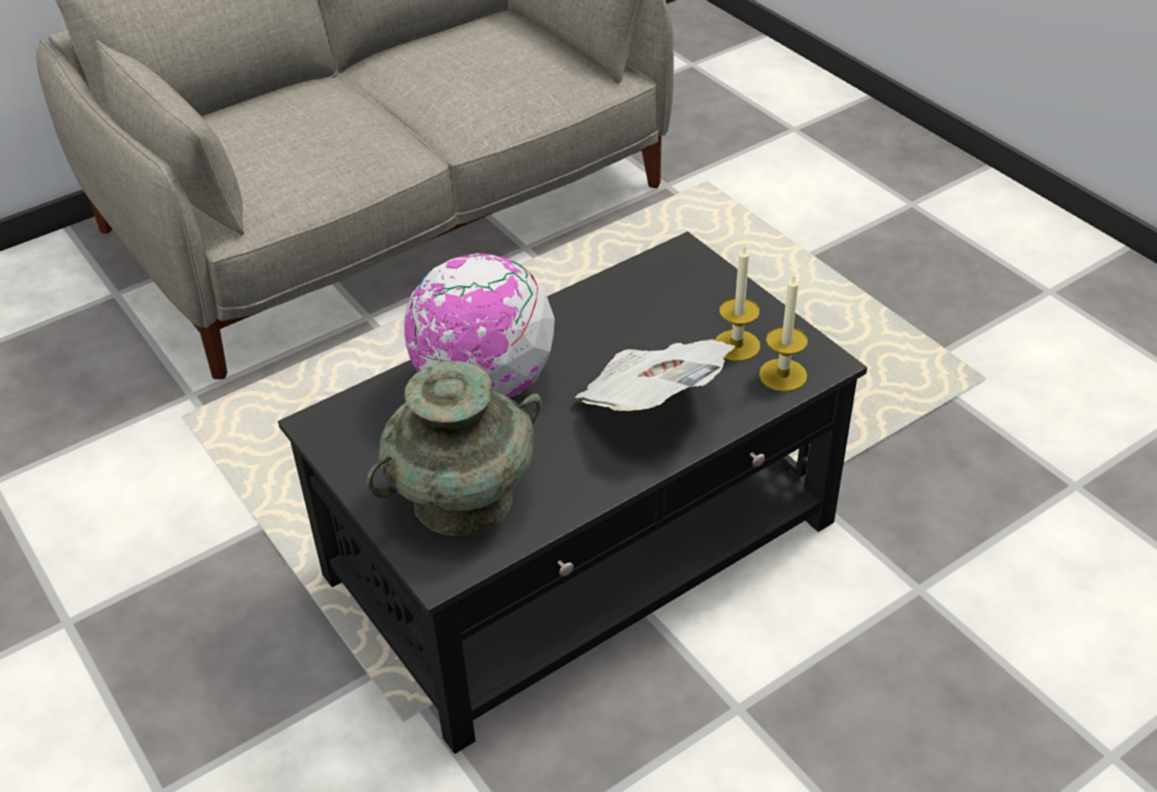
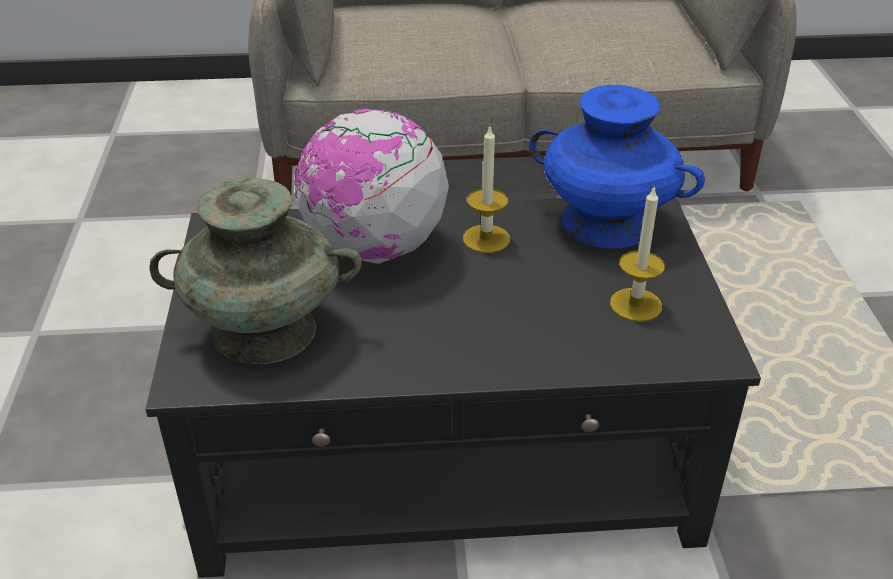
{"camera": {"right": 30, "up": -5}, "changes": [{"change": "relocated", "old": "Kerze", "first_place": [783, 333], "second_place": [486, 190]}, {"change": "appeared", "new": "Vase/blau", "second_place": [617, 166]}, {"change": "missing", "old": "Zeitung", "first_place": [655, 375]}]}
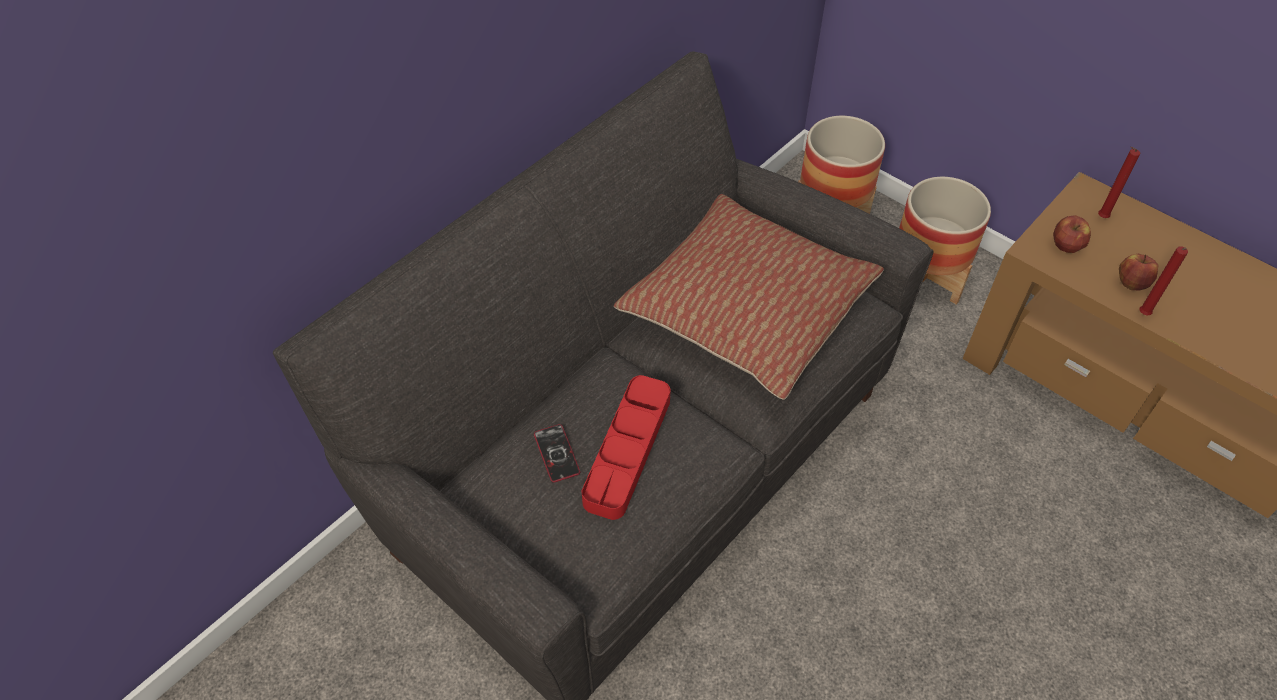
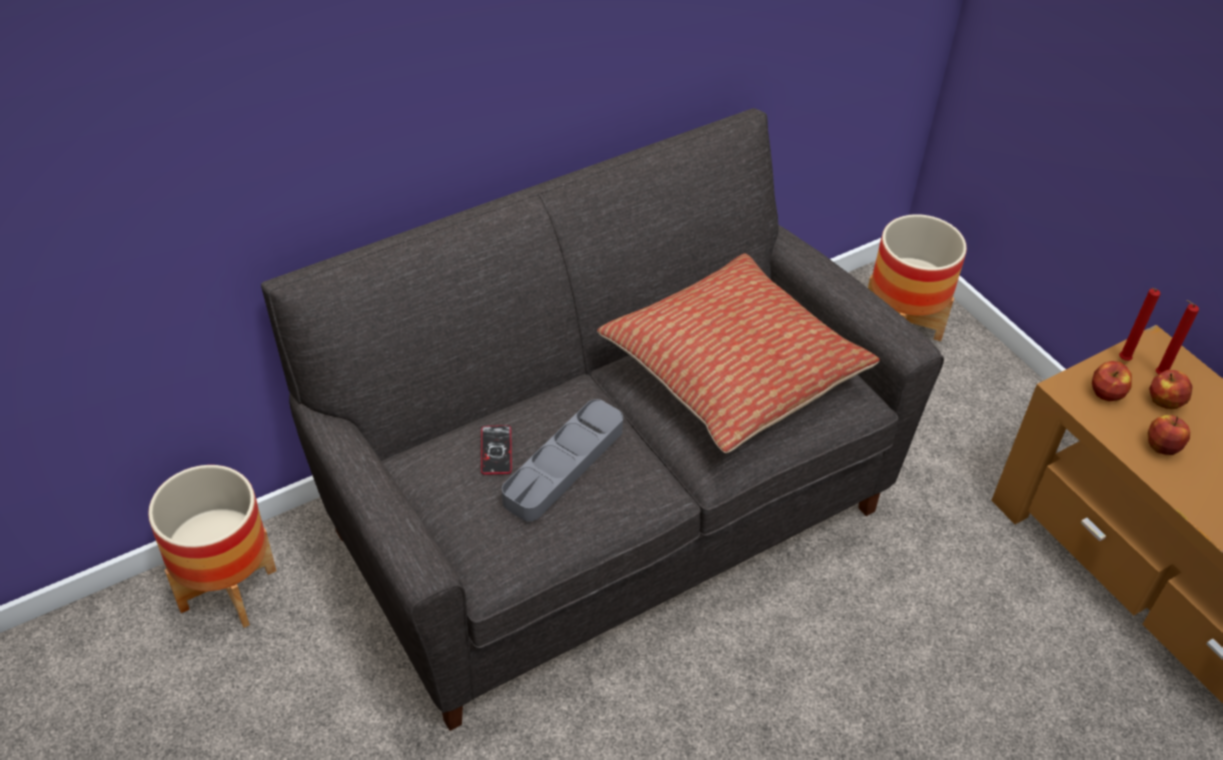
{"camera": {"right": 15, "up": -5}, "changes": [{"change": "relocated", "old": "Pflanzkübel", "first_place": [945, 240], "second_place": [212, 546]}, {"change": "colour", "old": "Tablett/rot", "new": "Tablett/grau", "first_place": [626, 447], "second_place": [562, 460]}, {"change": "relocated", "old": "Kerze/rot", "first_place": [1163, 280], "second_place": [1139, 324]}, {"change": "appeared", "new": "Apfel", "second_place": [1170, 389]}]}
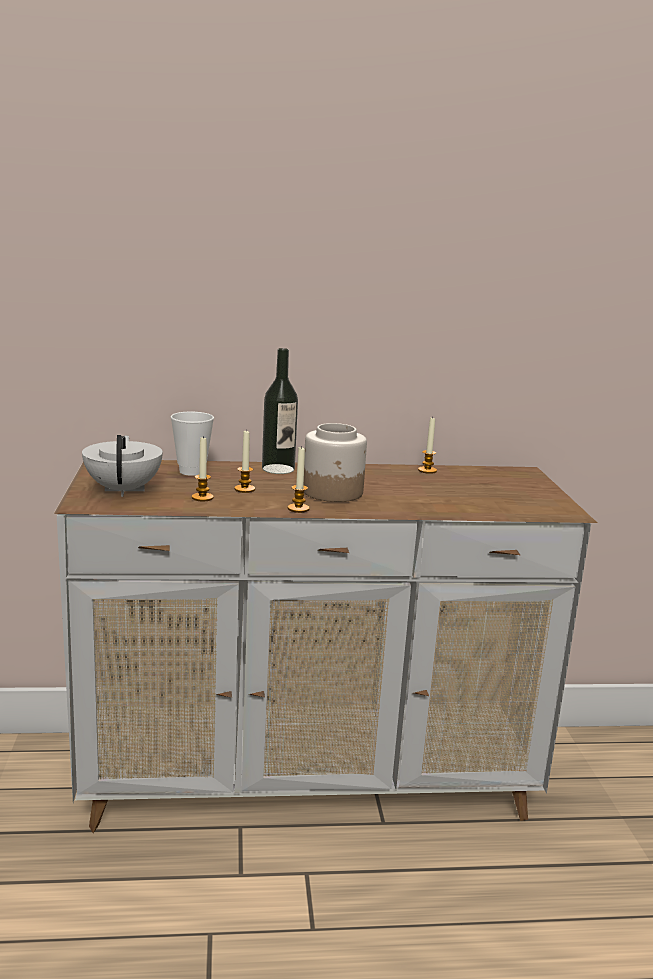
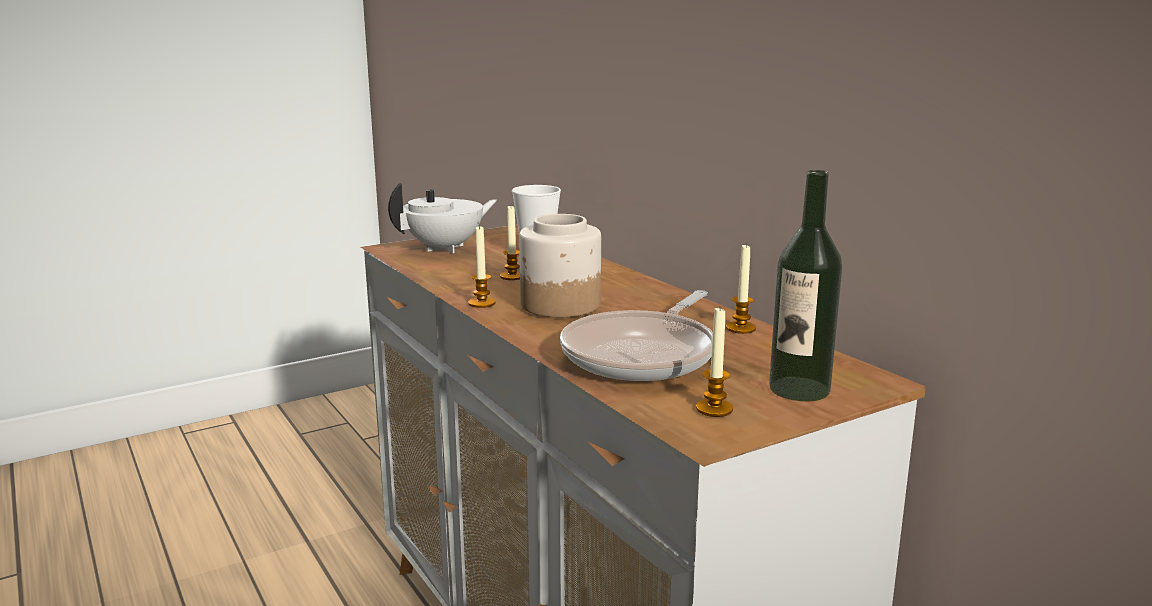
{"camera": {"right": 65, "up": 0}, "changes": [{"change": "appeared", "new": "Pfanne", "second_place": [636, 335]}, {"change": "relocated", "old": "Kerze", "first_place": [203, 468], "second_place": [714, 362]}, {"change": "relocated", "old": "Flasche", "first_place": [280, 411], "second_place": [806, 285]}]}
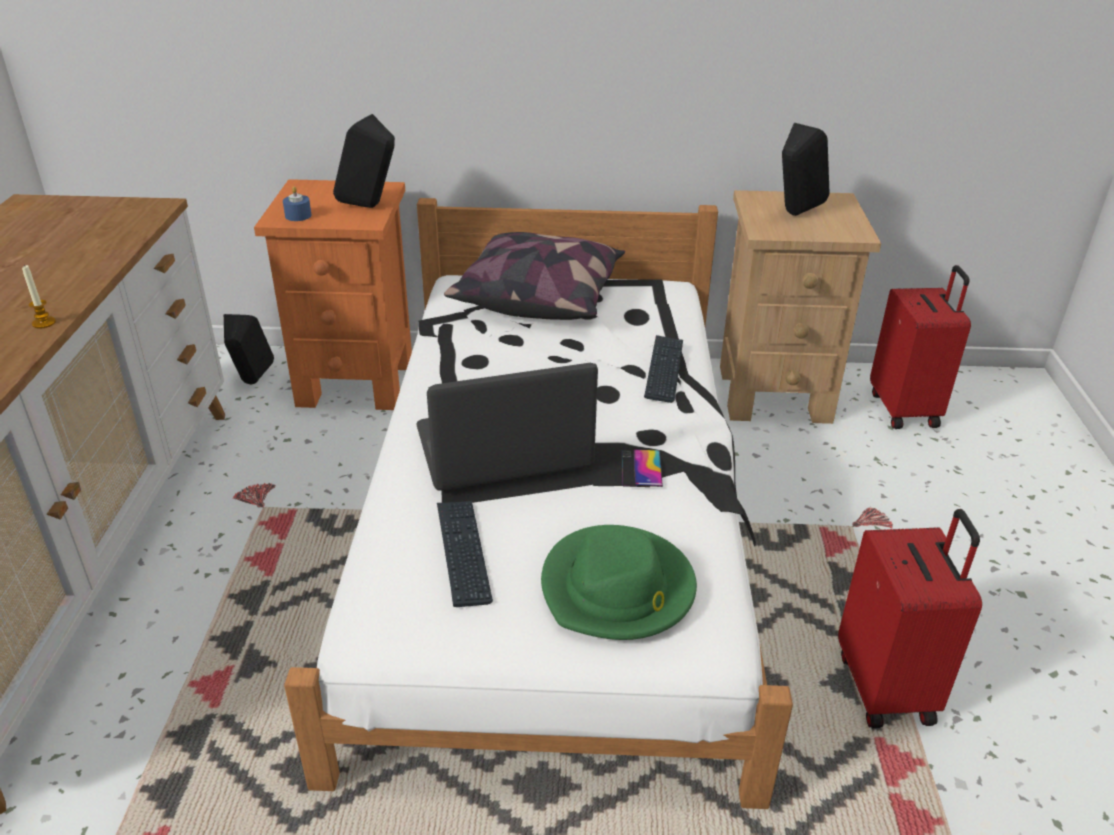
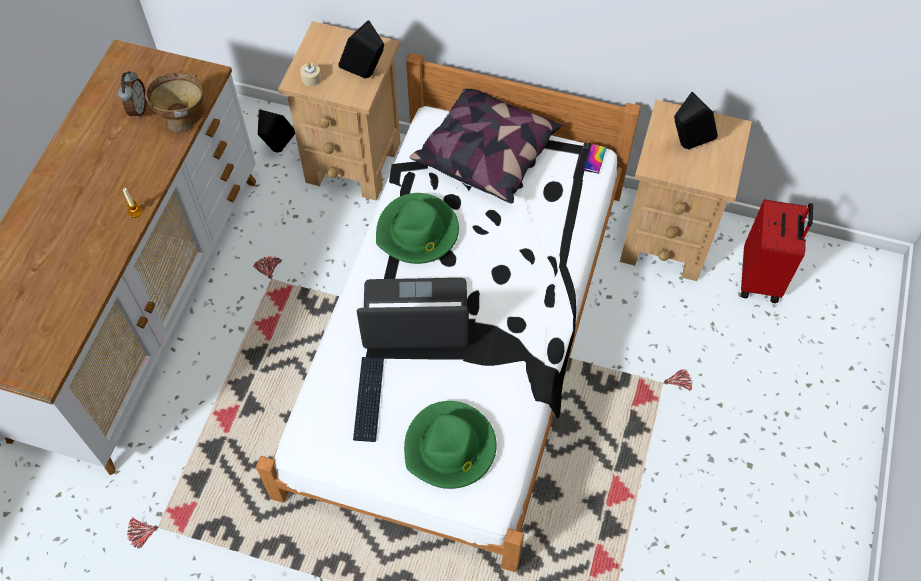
{"camera": {"right": 15, "up": 25}, "changes": [{"change": "appeared", "new": "Wecker", "second_place": [132, 95]}, {"change": "appeared", "new": "Schüssel/braun", "second_place": [174, 103]}, {"change": "colour", "old": "Nachttisch/orange", "new": "Nachttisch/beige", "first_place": [333, 294], "second_place": [339, 111]}, {"change": "colour", "old": "Kerze/blau", "new": "Kerze/beige", "first_place": [297, 203], "second_place": [310, 74]}, {"change": "appeared", "new": "Hut/grün", "second_place": [417, 228]}, {"change": "relocated", "old": "Handy", "first_place": [642, 468], "second_place": [591, 158]}, {"change": "missing", "old": "Tastatur", "first_place": [663, 369]}, {"change": "missing", "old": "Koffer/rot", "first_place": [910, 619]}]}
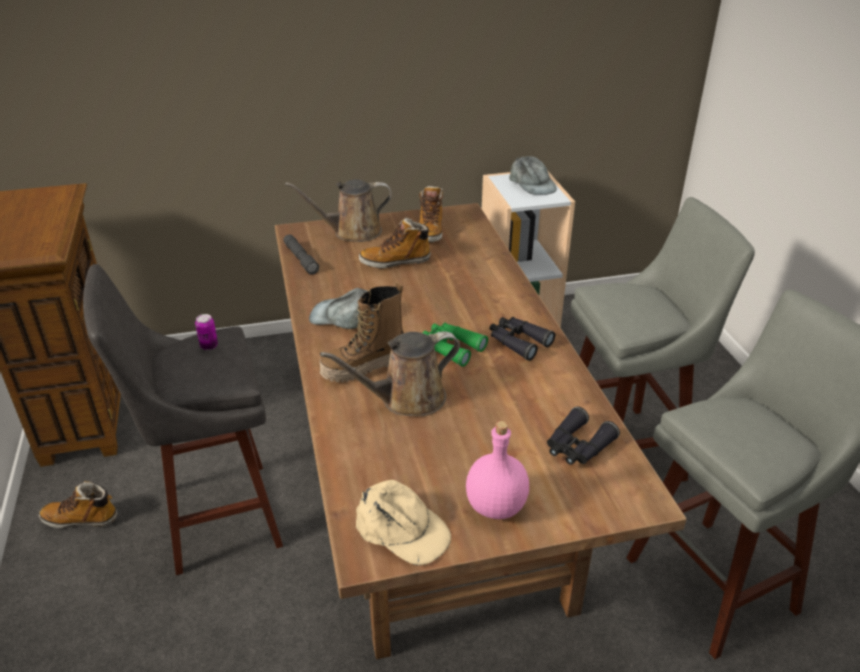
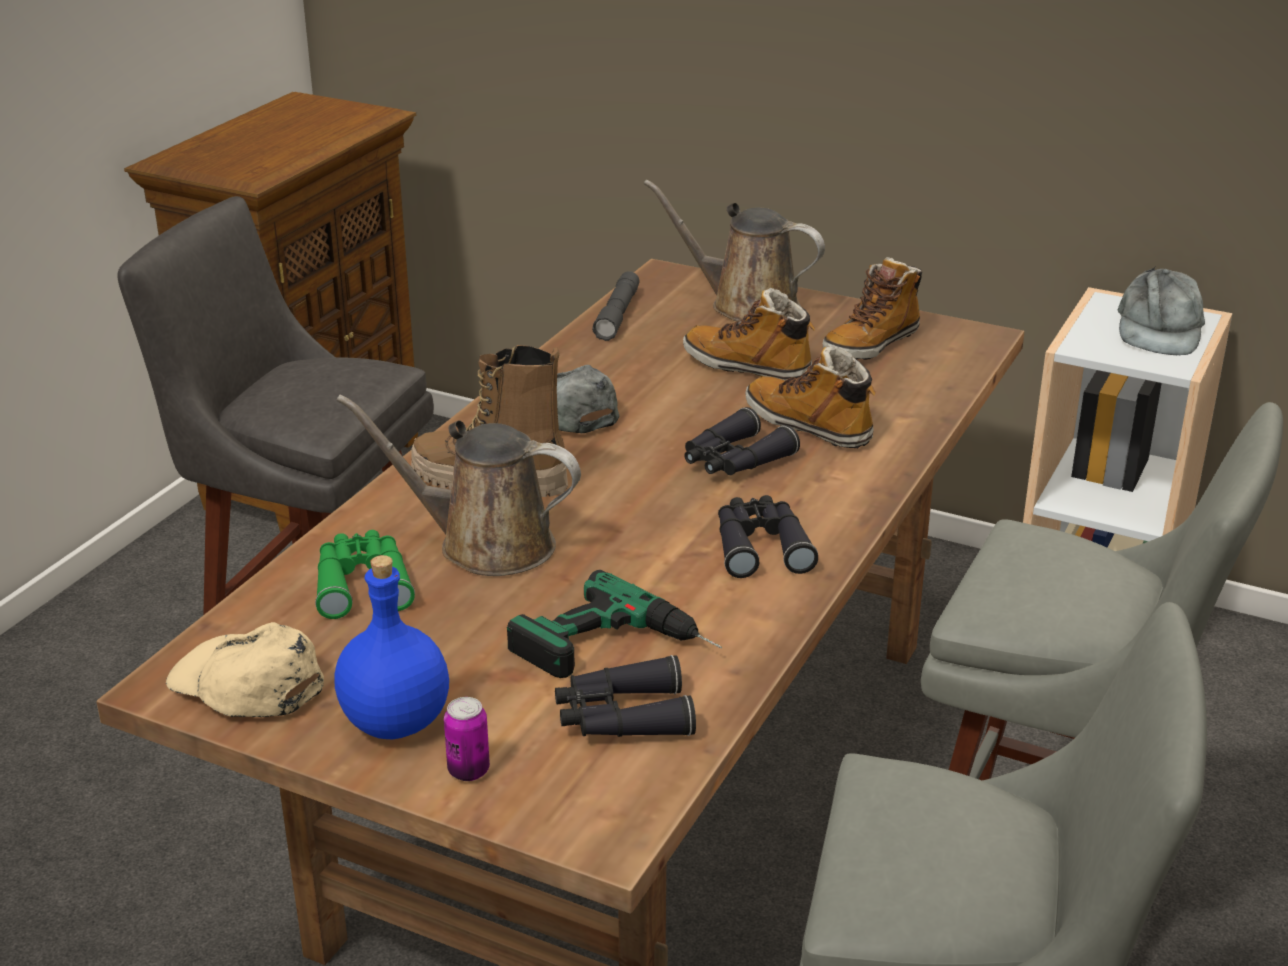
{"camera": {"right": 40, "up": -5}, "changes": [{"change": "spun", "old": "Kappe/beige", "first_place": [403, 523], "second_place": [245, 669], "degrees": 135}, {"change": "relocated", "old": "Fernglas/grün", "first_place": [455, 345], "second_place": [365, 574]}, {"change": "colour", "old": "Flasche/rosa", "new": "Flasche/blau", "first_place": [497, 470], "second_place": [392, 647]}, {"change": "relocated", "old": "Dose", "first_place": [206, 332], "second_place": [467, 739]}, {"change": "appeared", "new": "Bohrmaschine", "second_place": [614, 624]}, {"change": "appeared", "new": "Fernglas/schwarz", "second_place": [742, 441]}, {"change": "relocated", "old": "Stiefel", "first_place": [78, 505], "second_place": [810, 396]}]}
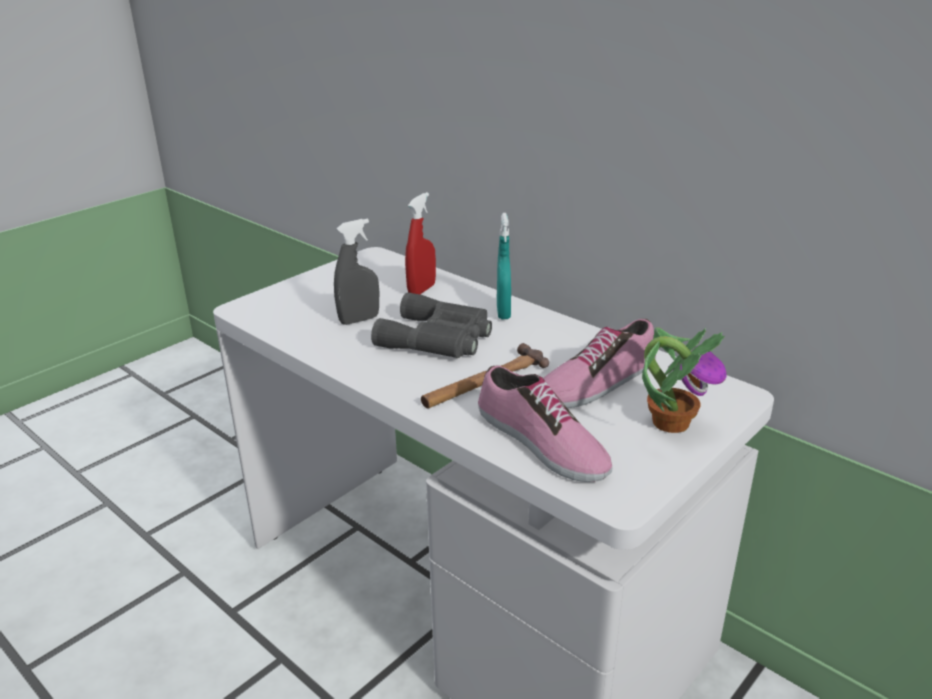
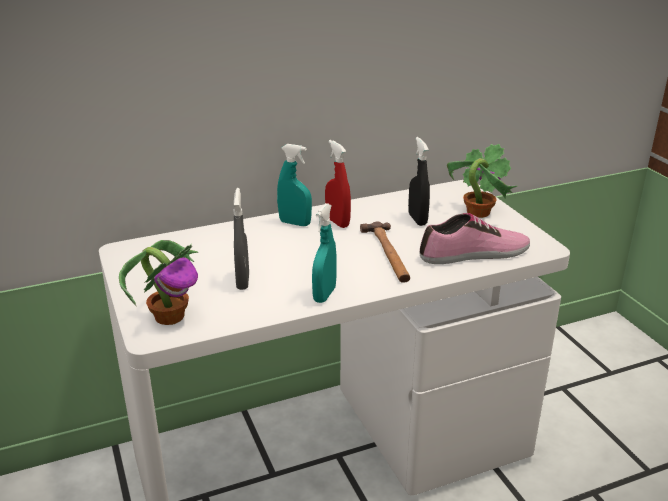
{"camera": {"right": -65, "up": 0}, "changes": [{"change": "appeared", "new": "Topfpflanze", "second_place": [158, 282]}, {"change": "appeared", "new": "Sprühflasche/türkis", "second_place": [324, 253]}, {"change": "relocated", "old": "Sprühflasche/rot", "first_place": [420, 243], "second_place": [338, 184]}, {"change": "exchanged", "old": "Schuh", "new": "Sprühflasche/schwarz", "first_place": [599, 363], "second_place": [419, 181]}, {"change": "missing", "old": "Fernglas/grau", "first_place": [431, 325]}]}
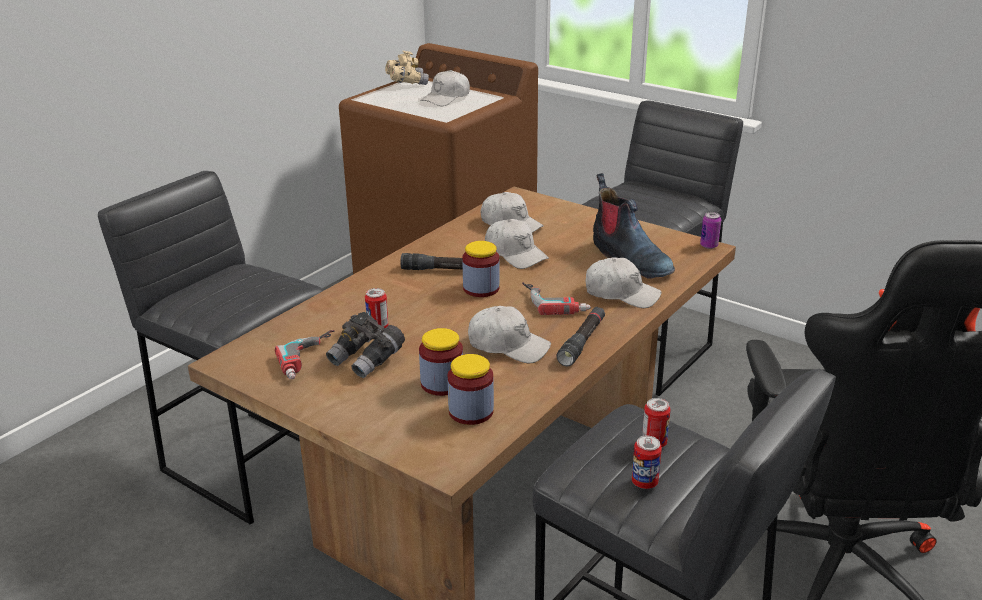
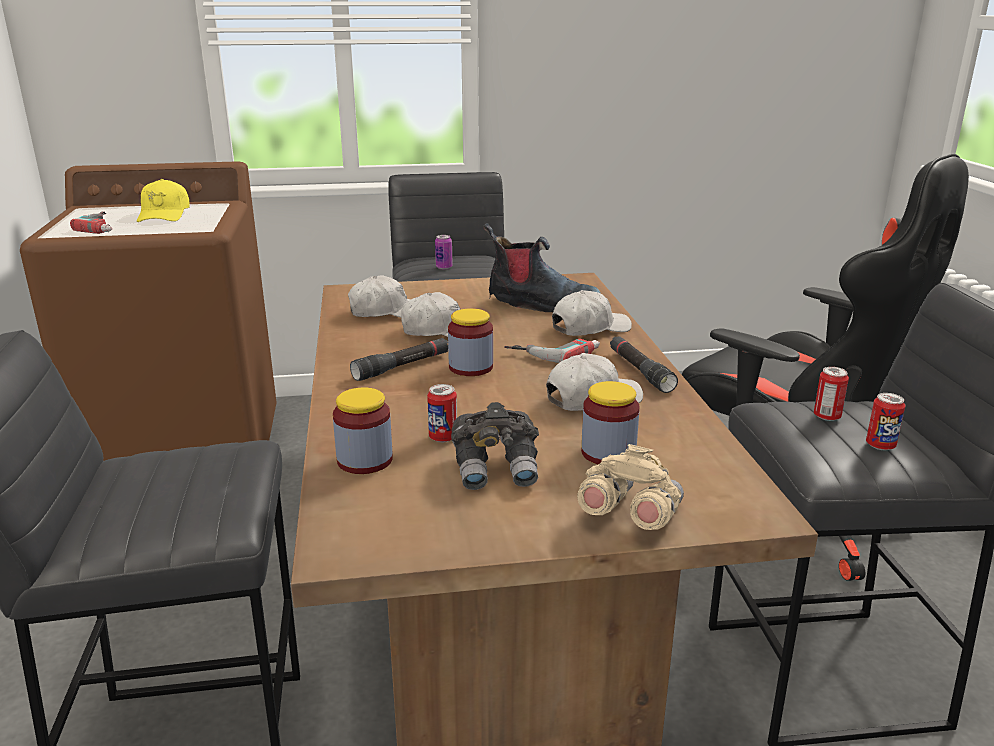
{"camera": {"right": -45, "up": -5}, "changes": [{"change": "relocated", "old": "Bohrmaschine", "first_place": [305, 354], "second_place": [91, 222]}, {"change": "colour", "old": "Kappe/weiß", "new": "Kappe/gelb", "first_place": [445, 88], "second_place": [163, 200]}, {"change": "relocated", "old": "Vorratsglas", "first_place": [471, 389], "second_place": [363, 430]}, {"change": "relocated", "old": "Dose", "first_place": [710, 230], "second_place": [444, 252]}, {"change": "relocated", "old": "Fernglas/beige", "first_place": [407, 68], "second_place": [630, 487]}]}
